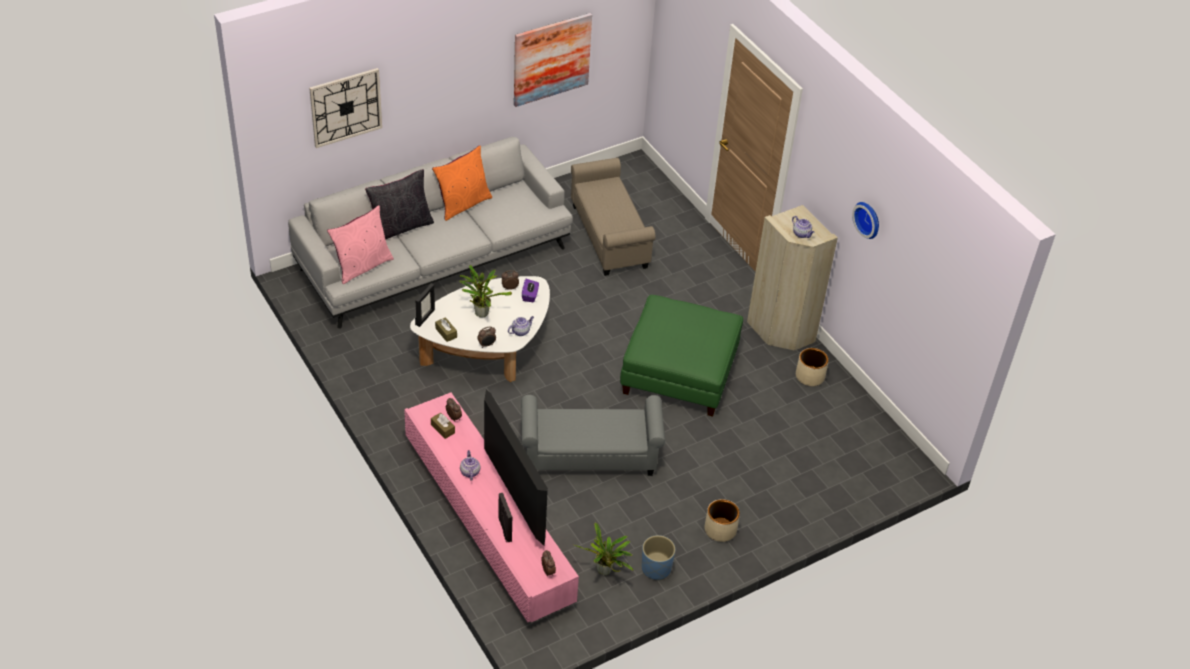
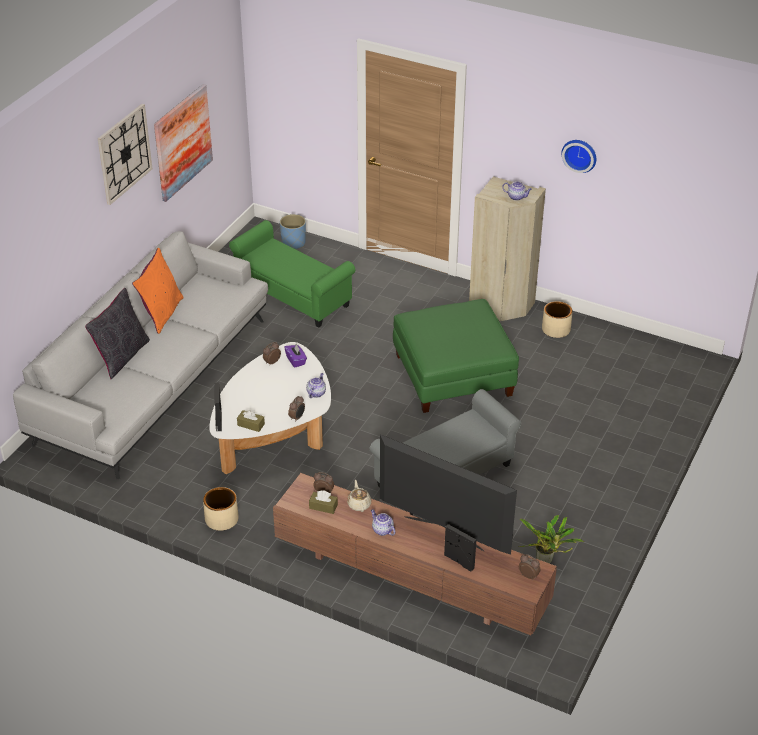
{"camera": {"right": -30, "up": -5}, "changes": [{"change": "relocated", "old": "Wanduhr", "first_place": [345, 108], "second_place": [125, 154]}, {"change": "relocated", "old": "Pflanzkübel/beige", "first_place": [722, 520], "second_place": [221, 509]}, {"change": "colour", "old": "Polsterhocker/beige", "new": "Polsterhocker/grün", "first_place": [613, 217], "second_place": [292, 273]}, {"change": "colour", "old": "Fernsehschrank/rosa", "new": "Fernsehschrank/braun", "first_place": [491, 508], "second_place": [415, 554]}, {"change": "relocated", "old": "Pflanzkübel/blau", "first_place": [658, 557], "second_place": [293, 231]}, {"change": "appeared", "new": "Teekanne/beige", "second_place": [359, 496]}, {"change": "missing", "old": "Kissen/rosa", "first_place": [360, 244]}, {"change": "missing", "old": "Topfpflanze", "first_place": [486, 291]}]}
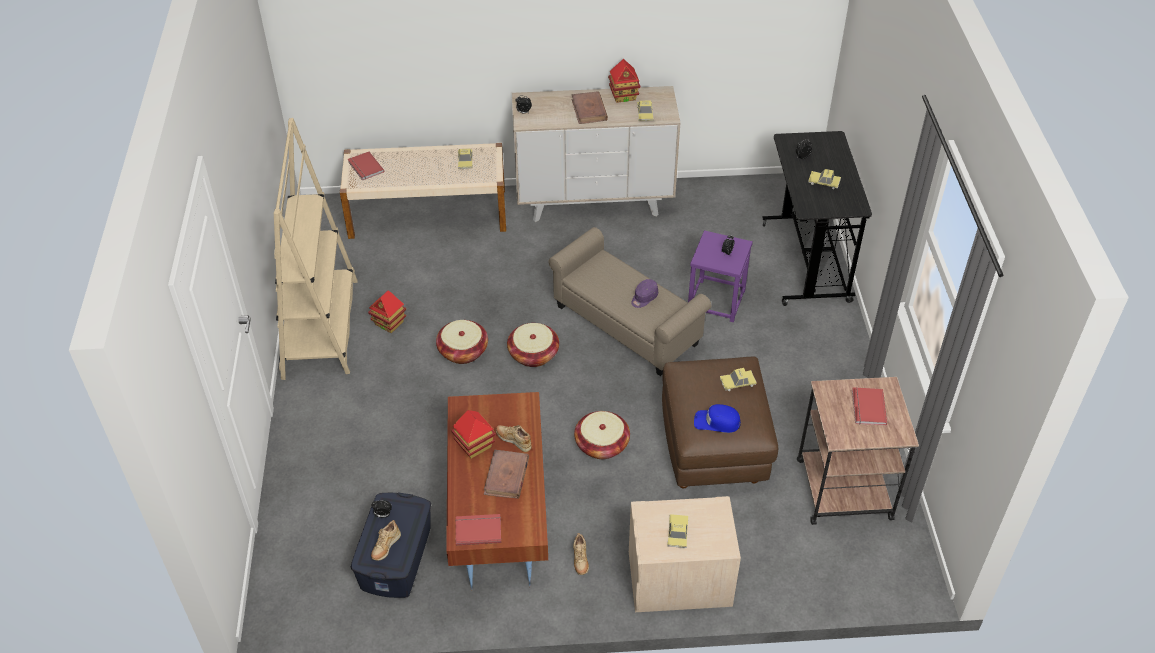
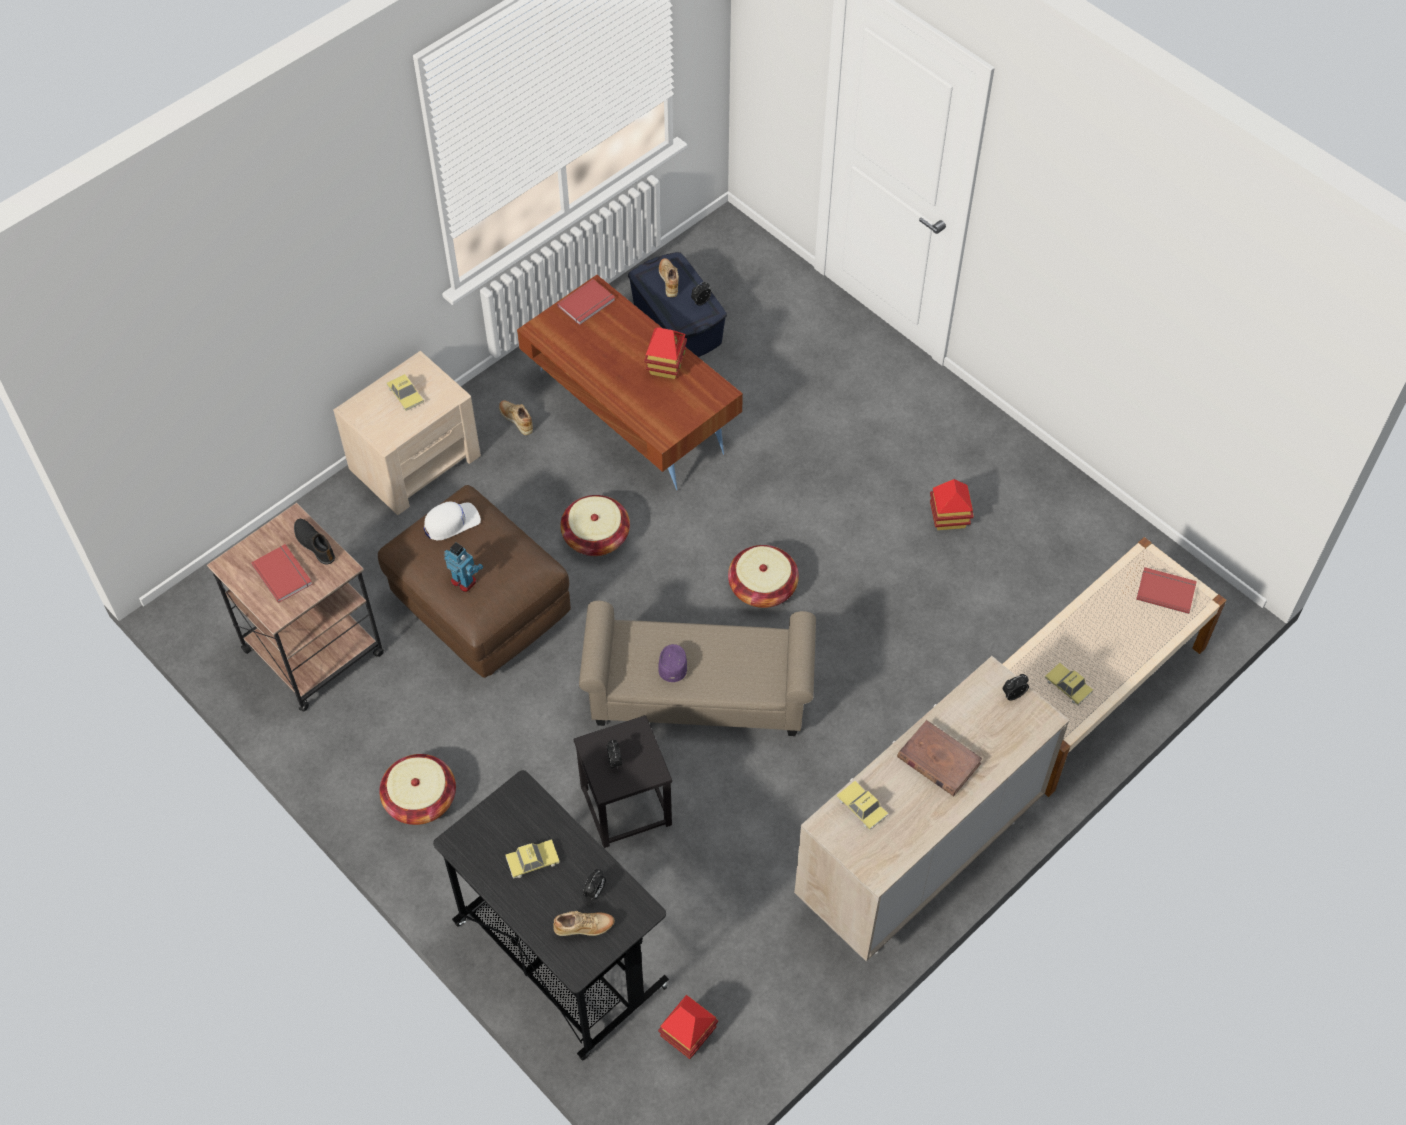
{"camera": {"right": 140, "up": 10}, "changes": [{"change": "appeared", "new": "Schuh/schwarz", "second_place": [314, 542]}, {"change": "relocated", "old": "Korb", "first_place": [462, 342], "second_place": [417, 789]}, {"change": "colour", "old": "Kappe/blau", "new": "Kappe/weiß", "first_place": [717, 418], "second_place": [452, 520]}, {"change": "exchanged", "old": "Spielzeugauto", "new": "Spielzeugroboter", "first_place": [738, 379], "second_place": [463, 567]}, {"change": "relocated", "old": "Schuh/beige", "first_place": [514, 438], "second_place": [584, 923]}, {"change": "colour", "old": "Hocker/lila", "new": "Hocker/schwarz", "first_place": [720, 276], "second_place": [623, 781]}, {"change": "relocated", "old": "Spielzeughaus", "first_place": [624, 81], "second_place": [688, 1027]}, {"change": "missing", "old": "Bücherregal/beige", "first_place": [316, 249]}, {"change": "missing", "old": "Buch/braun", "first_place": [506, 474]}]}
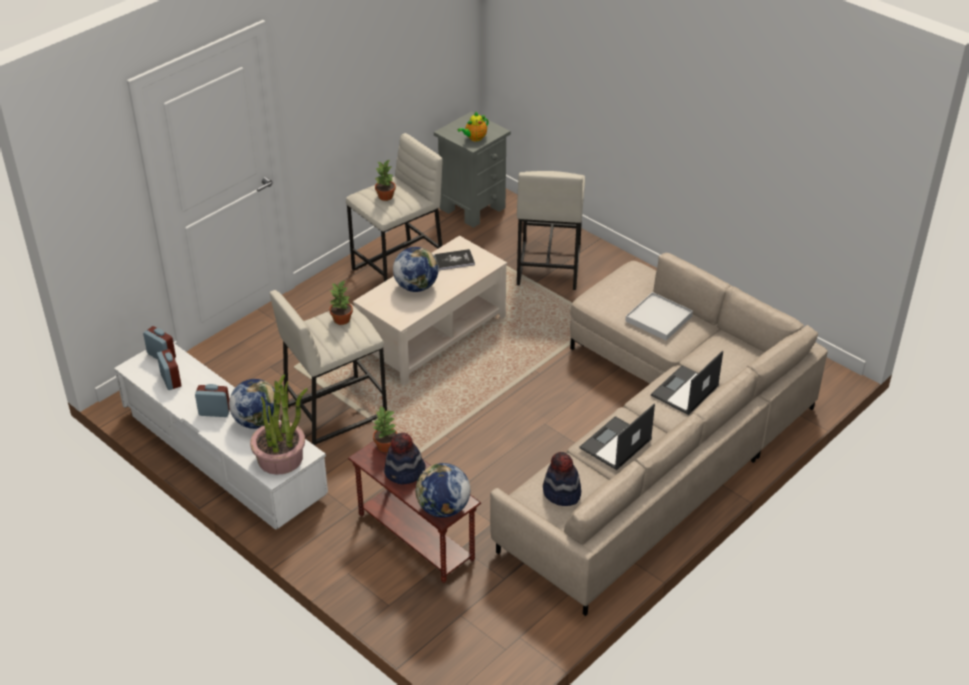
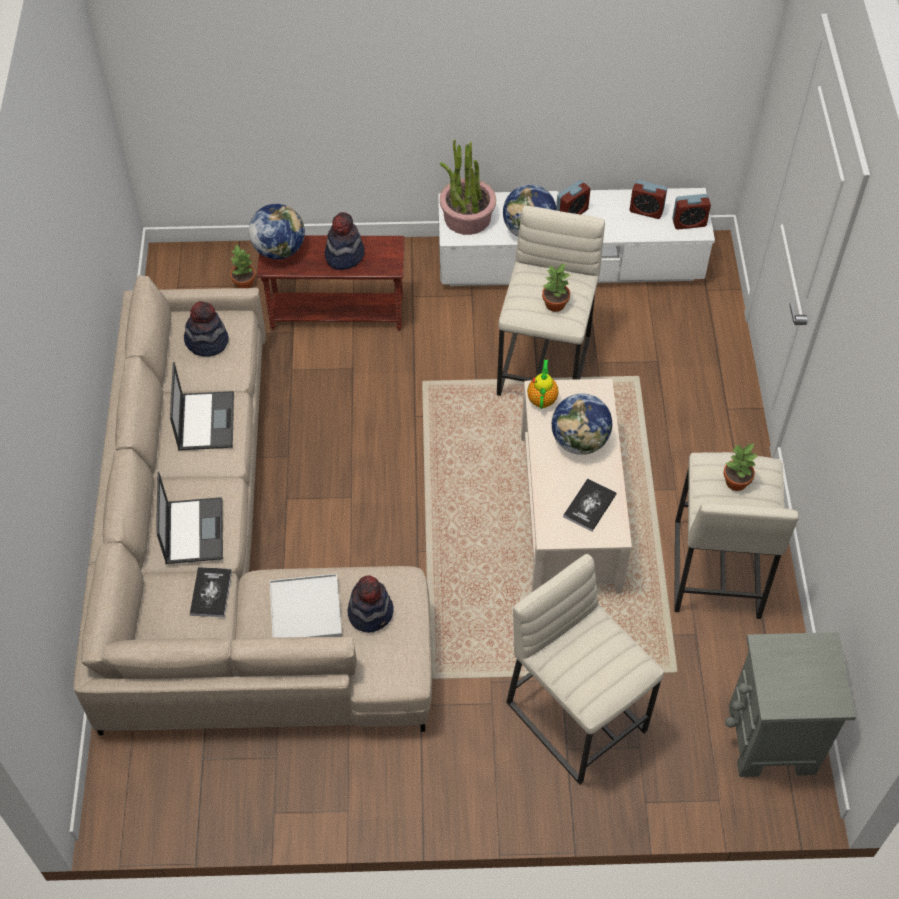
{"camera": {"right": 135, "up": 15}, "changes": [{"change": "appeared", "new": "Buch", "second_place": [211, 592]}, {"change": "relocated", "old": "Topfpflanze", "first_place": [384, 429], "second_place": [243, 266]}, {"change": "appeared", "new": "Hut", "second_place": [370, 604]}, {"change": "relocated", "old": "Teekanne", "first_place": [473, 127], "second_place": [543, 384]}]}
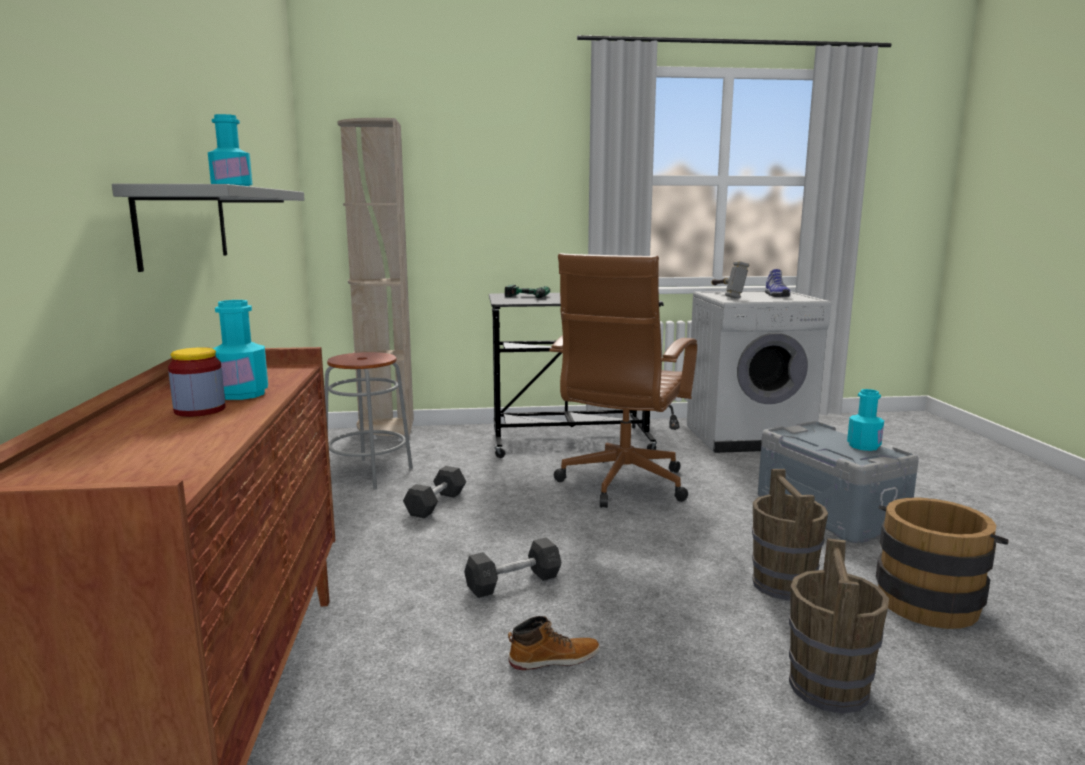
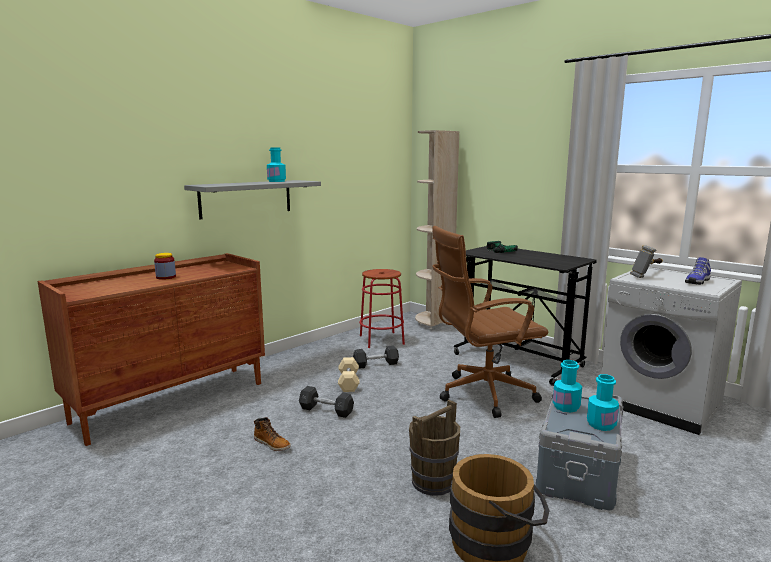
{"camera": {"right": 50, "up": 0}, "changes": [{"change": "appeared", "new": "Hantel/beige", "second_place": [349, 374]}, {"change": "colour", "old": "Hocker/grau", "new": "Hocker/rot", "first_place": [369, 420], "second_place": [382, 308]}, {"change": "relocated", "old": "Flasche/türkis", "first_place": [240, 350], "second_place": [567, 386]}, {"change": "missing", "old": "Eimer/braun", "first_place": [839, 626]}]}
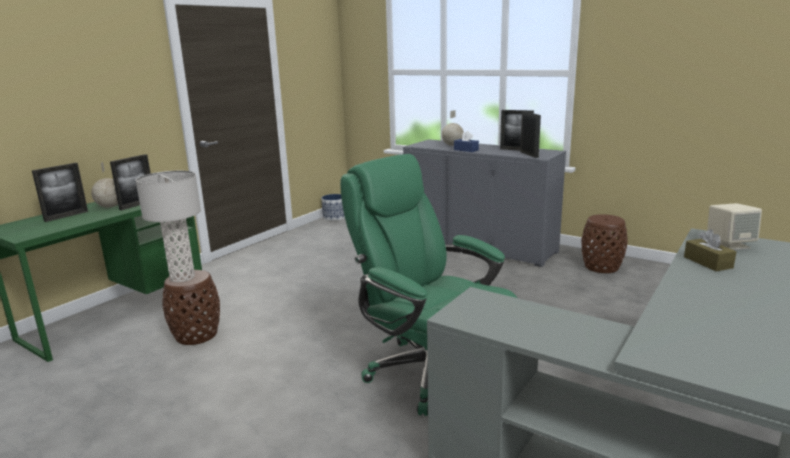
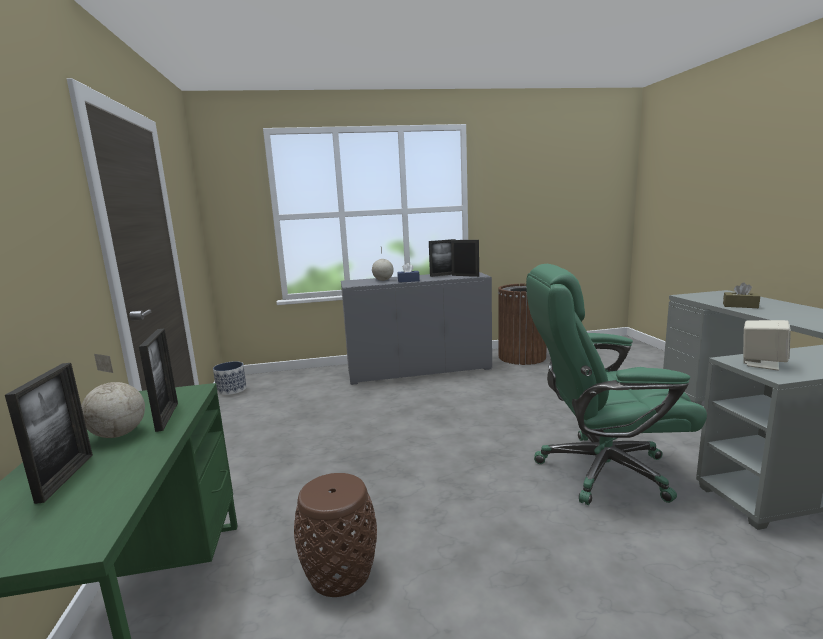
{"camera": {"right": -45, "up": -5}, "changes": [{"change": "exchanged", "old": "Hocker/braun", "new": "Mülleimer/braun", "first_place": [604, 243], "second_place": [522, 324]}, {"change": "relocated", "old": "Lautsprecher/beige", "first_place": [734, 226], "second_place": [767, 345]}, {"change": "missing", "old": "Tischlampe/weiß", "first_place": [168, 226]}]}
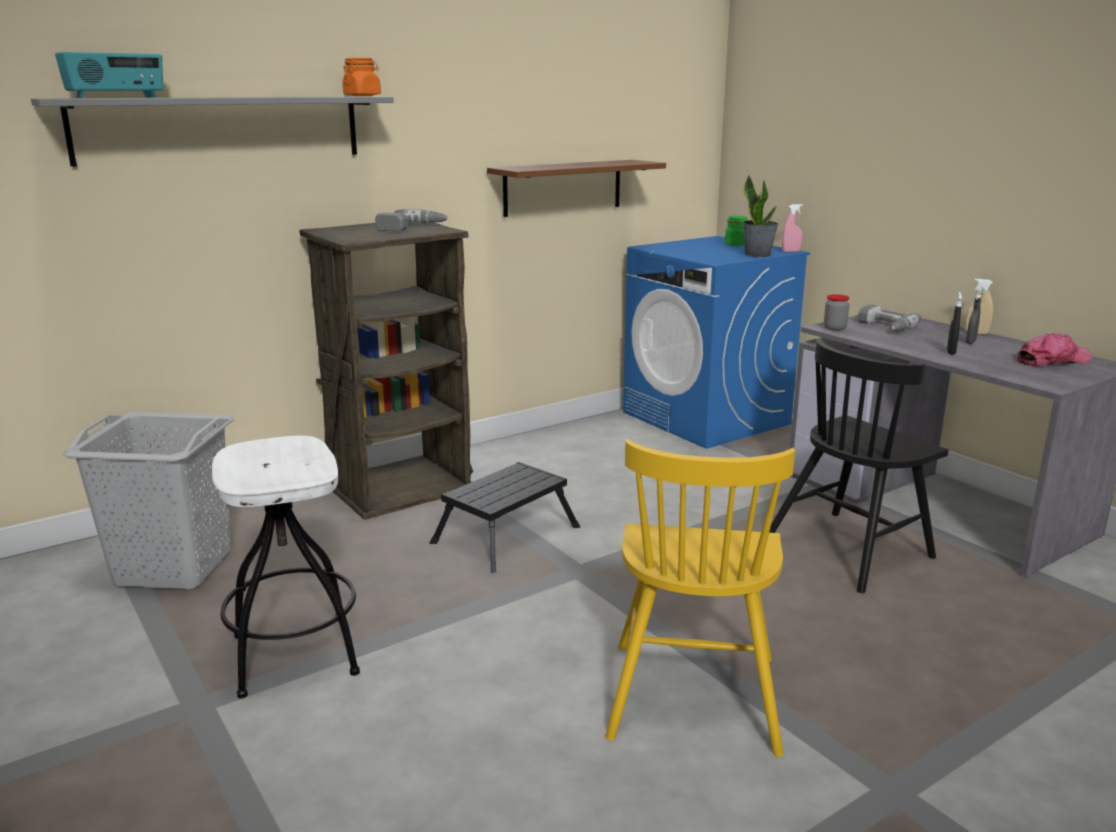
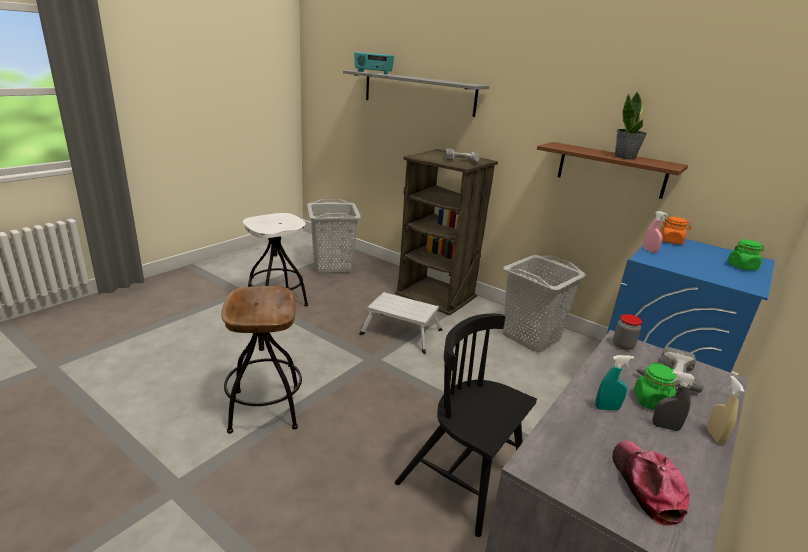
{"camera": {"right": 70, "up": 5}, "changes": [{"change": "exchanged", "old": "Stuhl/gelb", "new": "Hocker/braun", "first_place": [700, 598], "second_place": [261, 360]}, {"change": "colour", "old": "Trittleiter/schwarz", "new": "Trittleiter/weiß", "first_place": [504, 517], "second_place": [401, 323]}, {"change": "appeared", "new": "Wäschekorb/grau", "second_place": [545, 303]}, {"change": "colour", "old": "Sprühflasche/schwarz", "new": "Sprühflasche/türkis", "first_place": [954, 323], "second_place": [614, 382]}, {"change": "spun", "old": "Kappe", "first_place": [1054, 349], "second_place": [650, 483], "degrees": -150}, {"change": "relocated", "old": "Topfpflanze", "first_place": [760, 215], "second_place": [631, 125]}, {"change": "appeared", "new": "Vorratsglas/grün", "second_place": [655, 386]}, {"change": "relocated", "old": "Sprühflasche/rosa", "first_place": [792, 228], "second_place": [655, 232]}, {"change": "relocated", "old": "Vorratsglas/orange", "first_place": [361, 77], "second_place": [675, 231]}]}
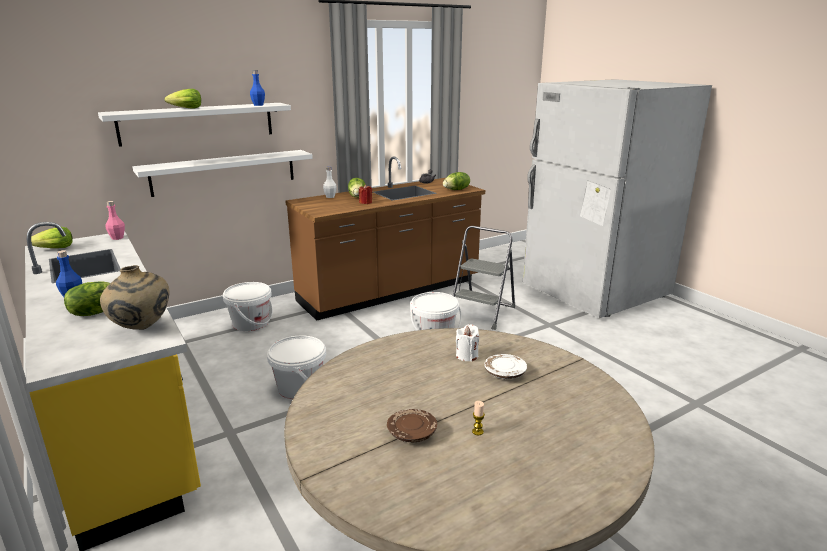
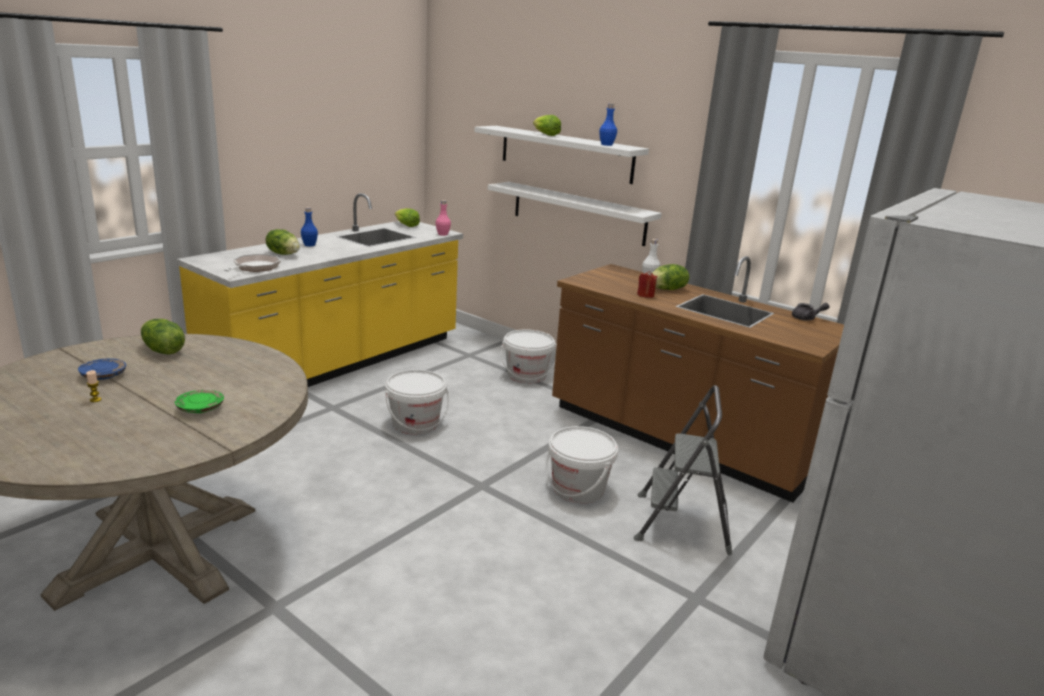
{"camera": {"right": 70, "up": 0}, "changes": [{"change": "colour", "old": "Teller/braun", "new": "Teller/blau", "first_place": [412, 425], "second_place": [102, 369]}, {"change": "relocated", "old": "Salatkopf", "first_place": [456, 181], "second_place": [163, 337]}, {"change": "colour", "old": "Teller/weiß", "new": "Teller/grün", "first_place": [505, 366], "second_place": [199, 401]}, {"change": "exchanged", "old": "Vase/beige", "new": "Pfanne", "first_place": [135, 297], "second_place": [252, 263]}, {"change": "missing", "old": "Kerze/weiß", "first_place": [467, 343]}]}
